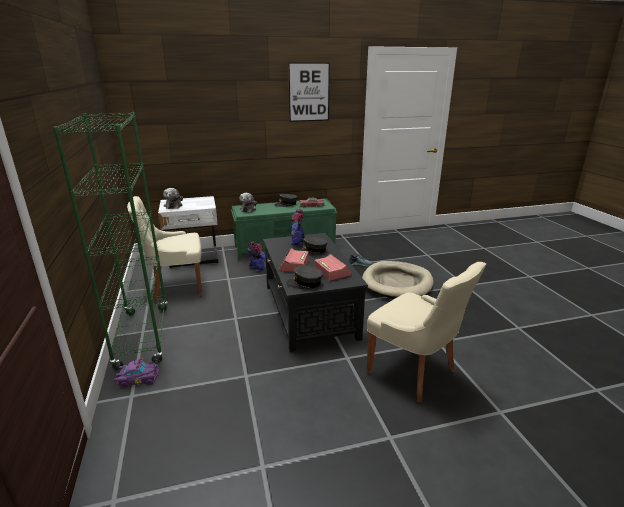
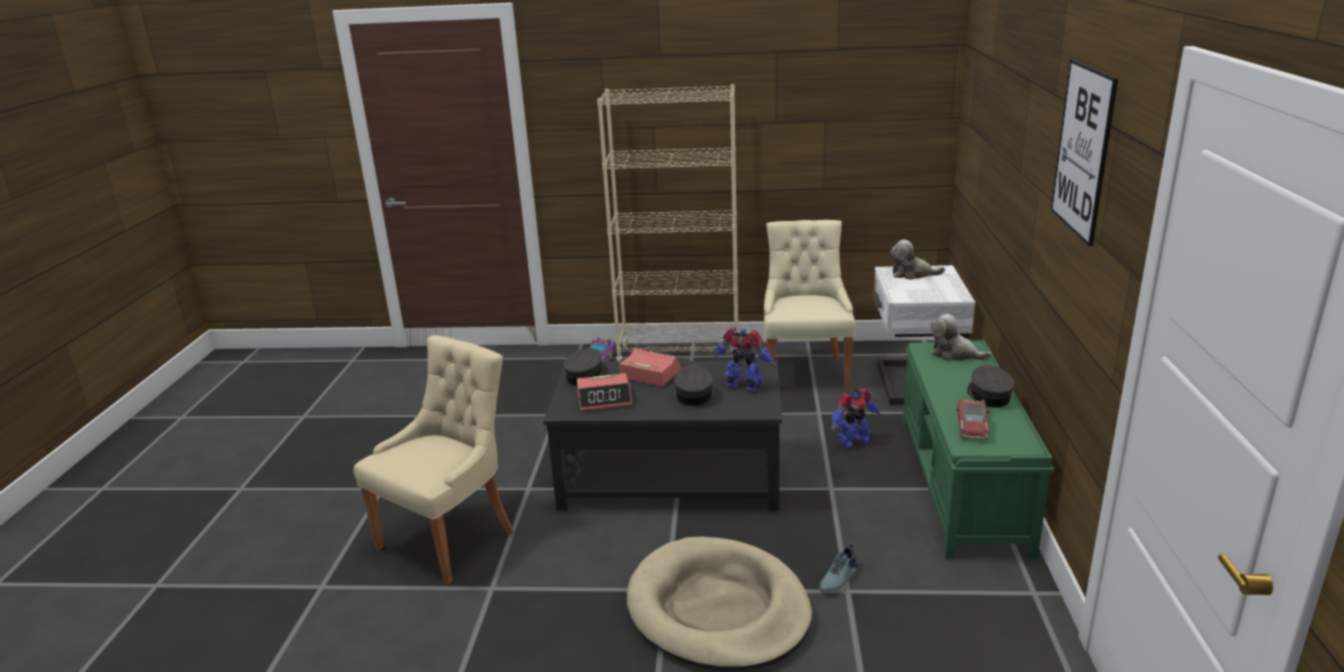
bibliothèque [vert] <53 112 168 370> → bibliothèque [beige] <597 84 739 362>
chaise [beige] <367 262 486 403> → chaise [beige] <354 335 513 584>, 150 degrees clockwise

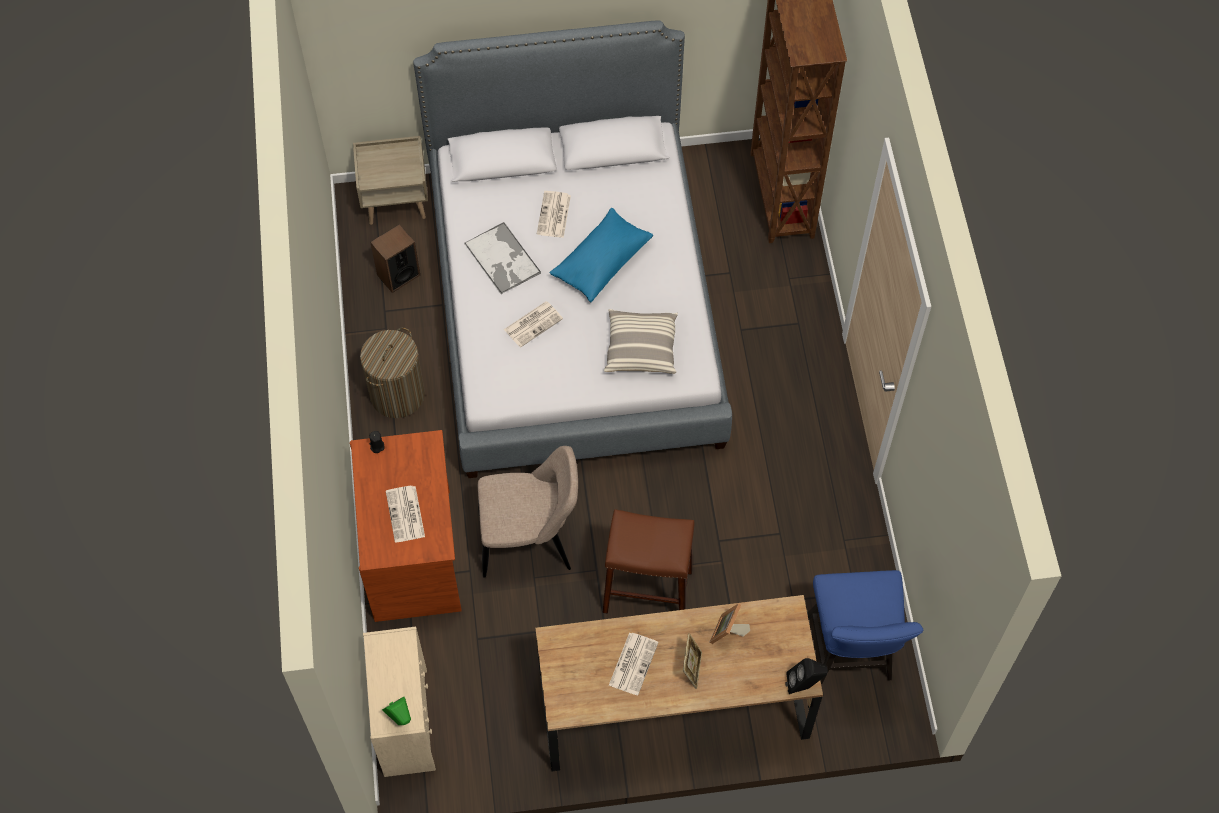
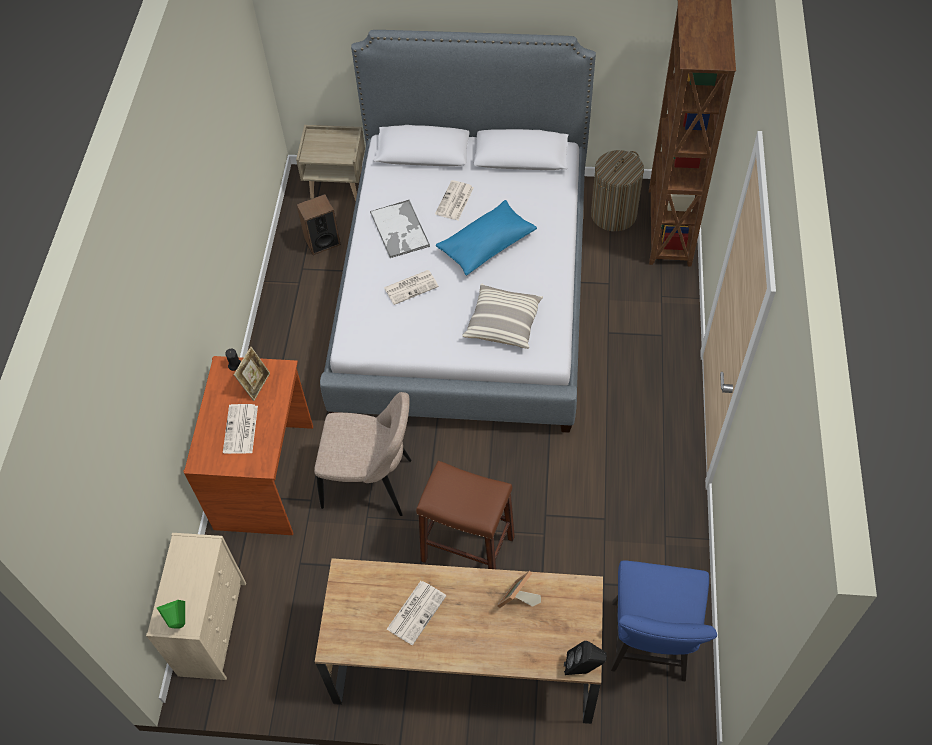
panier à linge <360 328 425 418> → panier à linge <591 150 644 231>, shifted
cadre photo <683 633 702 689> → cadre photo <234 347 270 401>, shifted

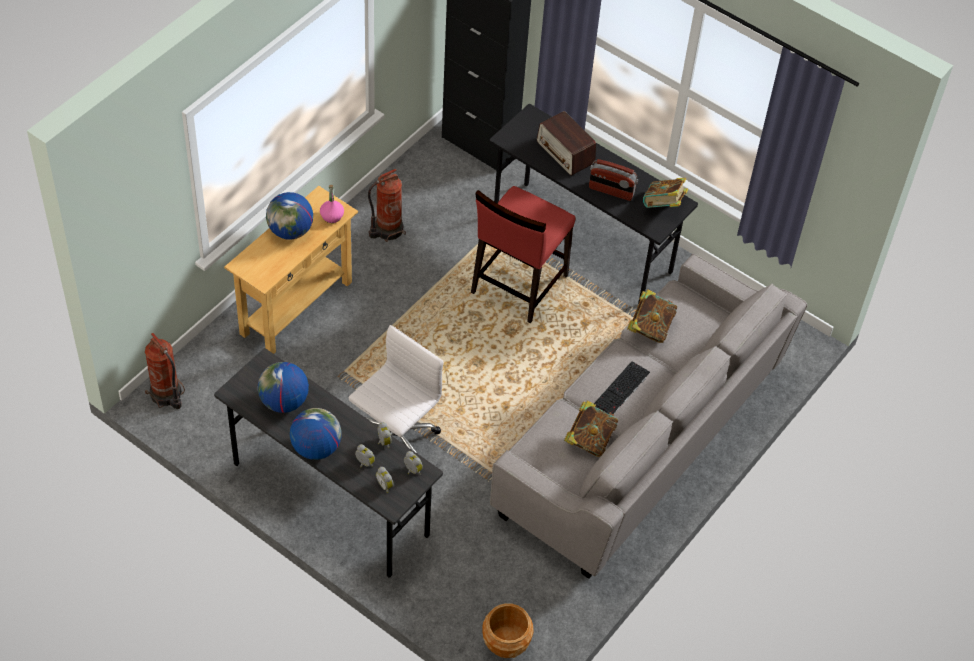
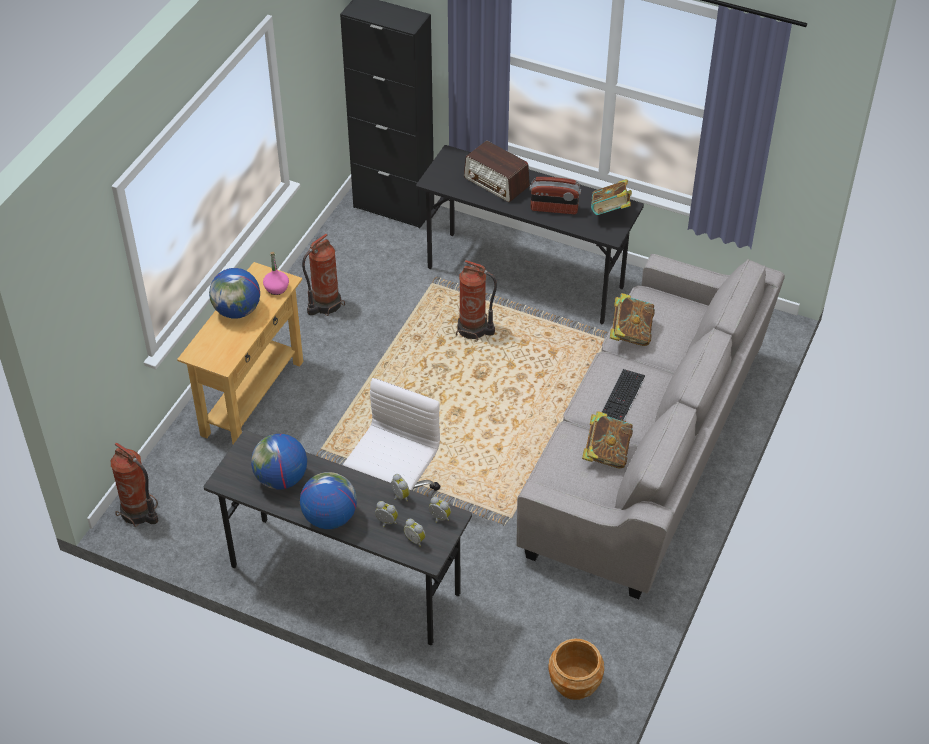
chaise [rouge] <471 186 575 323> → extincteur <456 260 497 341>

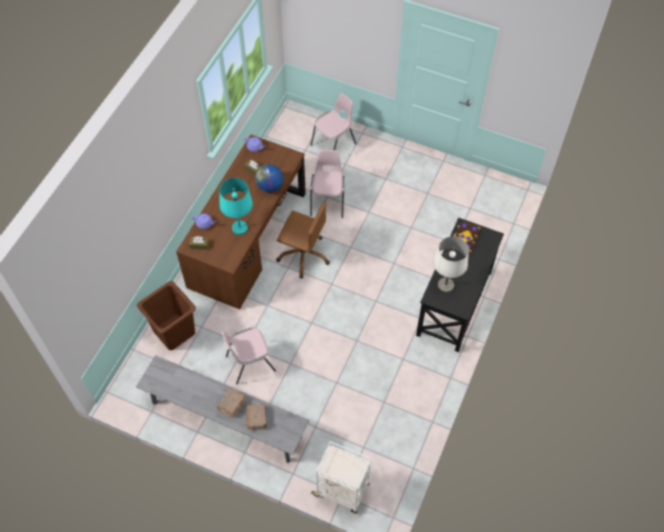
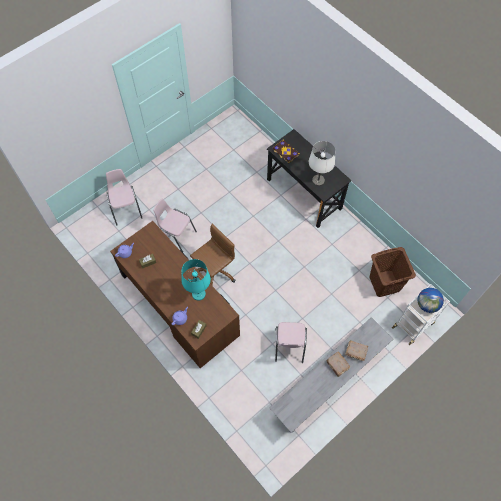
panier à linge [marron] <137 281 196 350> → panier à linge [marron] <369 247 416 297>, shifted
globe <255 164 283 193> → globe <417 288 444 313>, shifted

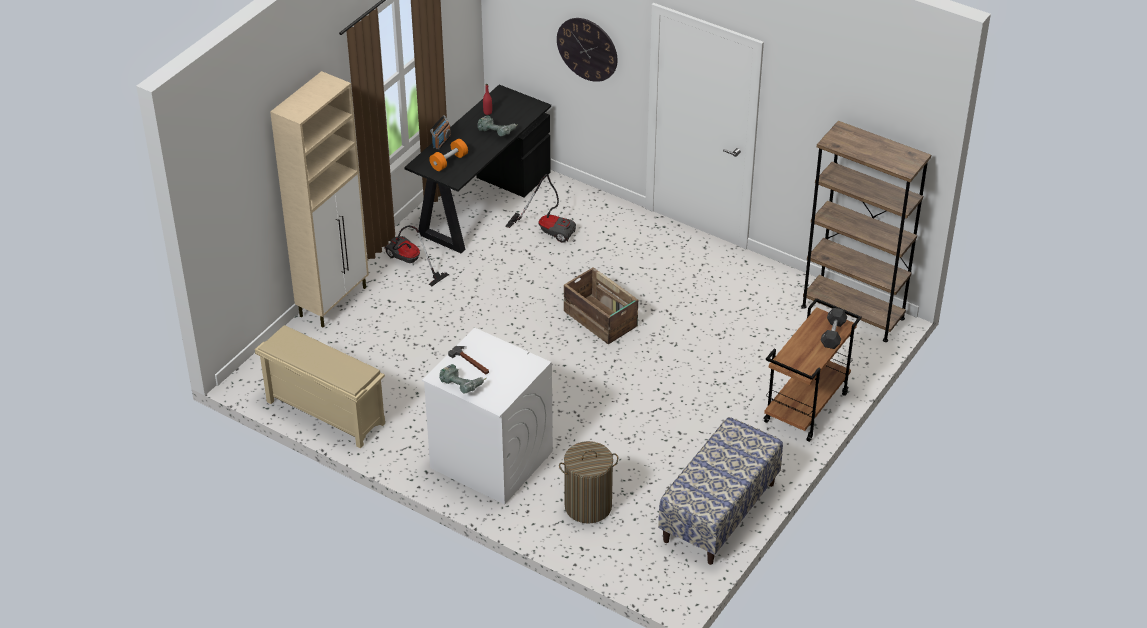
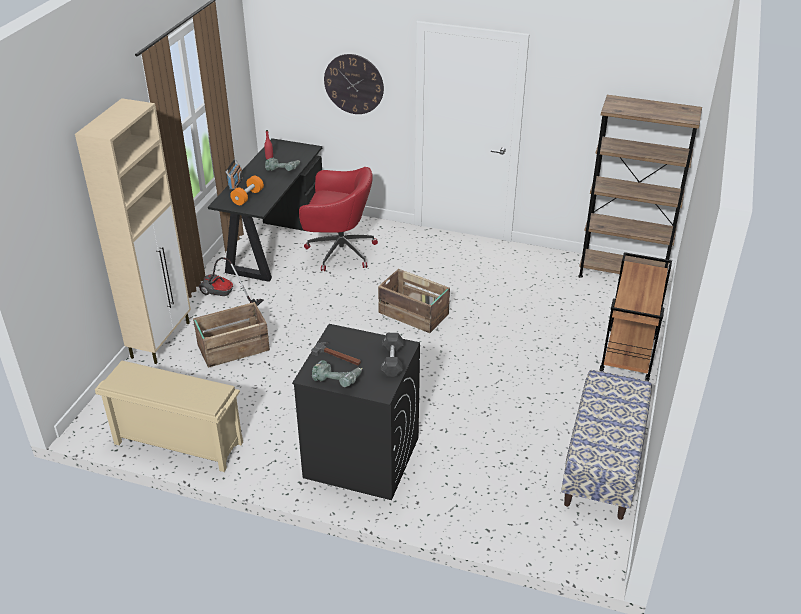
lave-linge [blanc] <422 328 553 505> → lave-linge [noir] <292 324 420 500>
aspirateur <505 174 576 243> → chaise de bureau [rouge] <299 167 378 271>
panier à linge <559 441 618 524> → -
haltère [noir] <821 308 847 349> → haltère [noir] <381 333 404 377>, shifted
- → caisse <193 302 270 368>

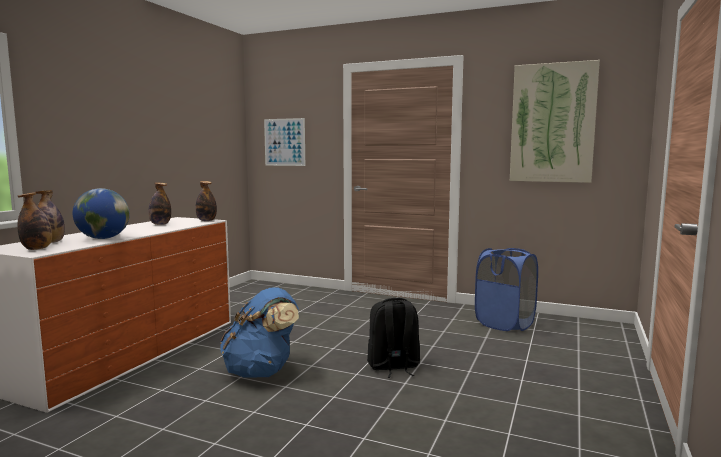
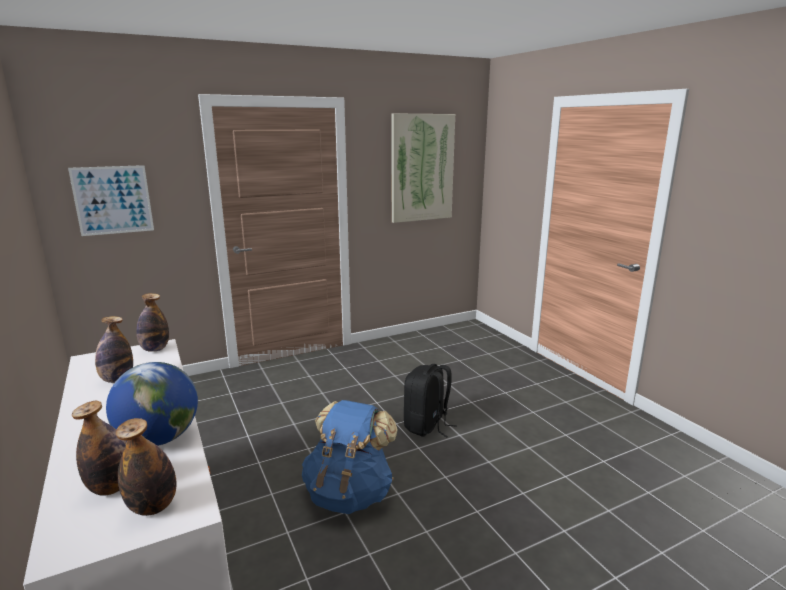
panier à linge [bleu] <475 248 538 331> → -

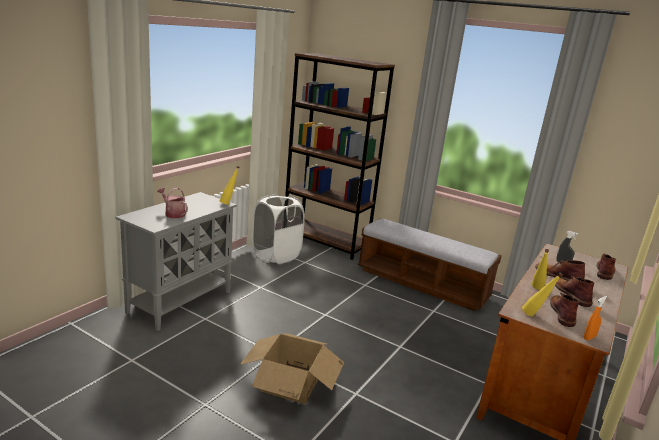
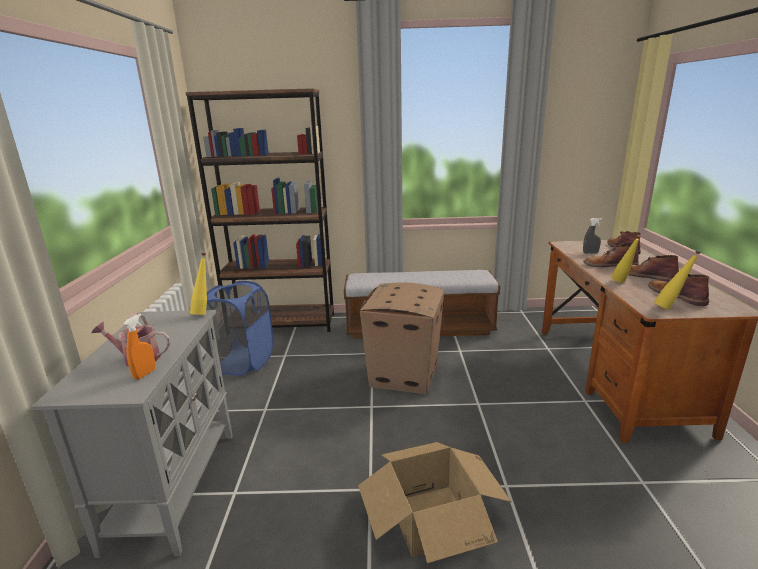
panier à linge [blanc] <252 194 305 264> → panier à linge [bleu] <206 281 273 376>
vaporisateur [orange] <584 296 607 340> → vaporisateur [orange] <124 314 156 380>, shifted
- → carton <360 282 444 394>

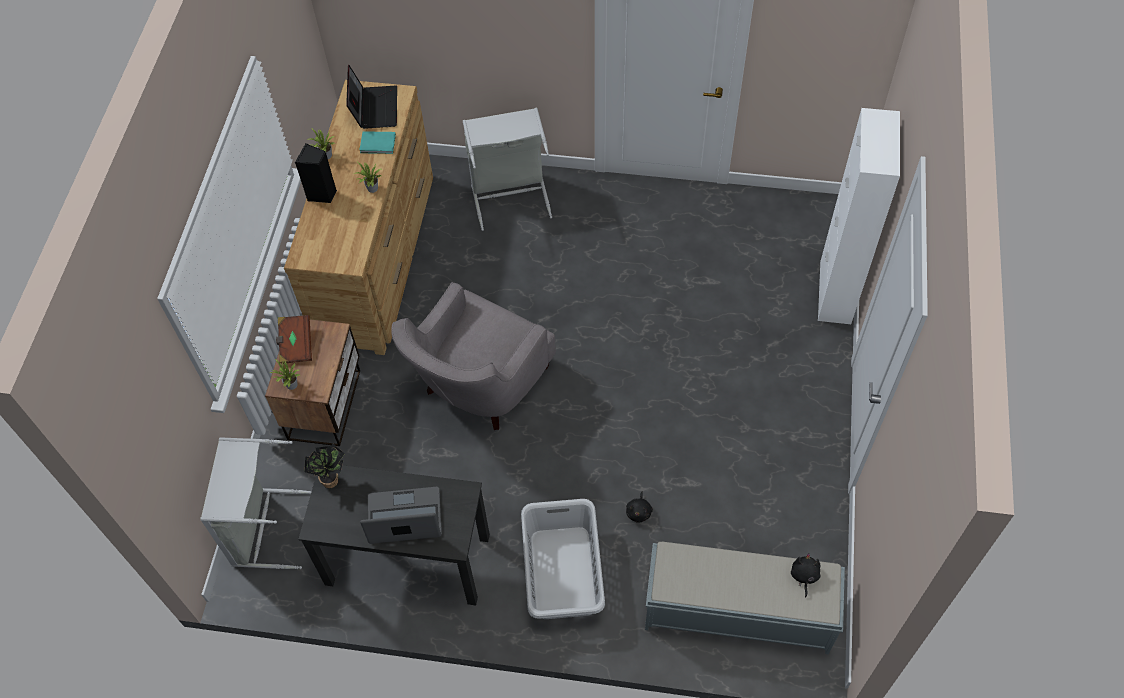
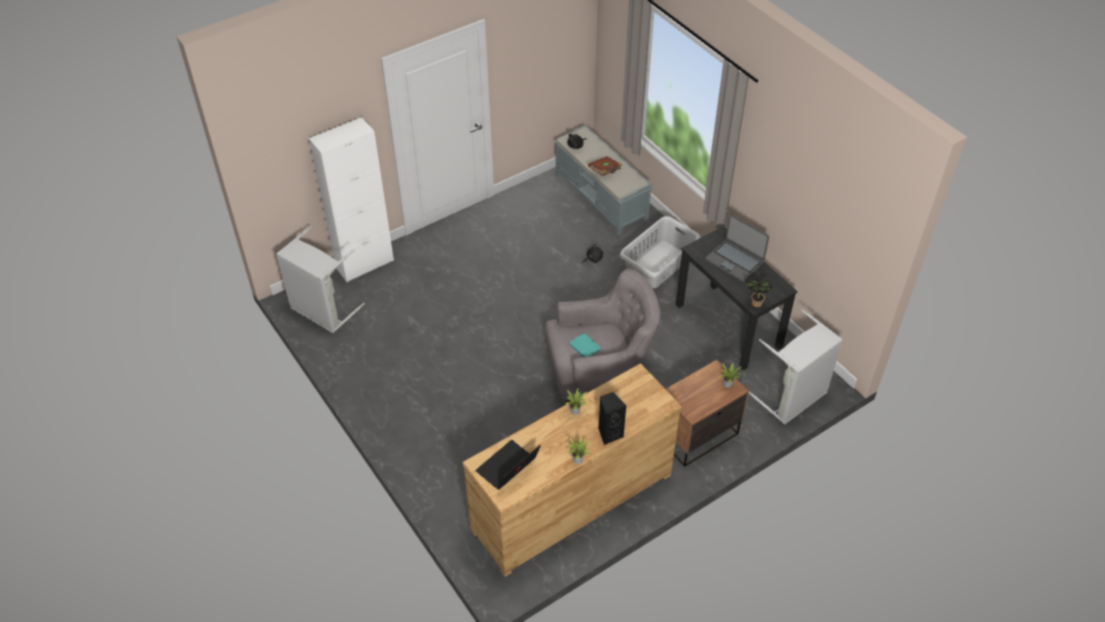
livre [marron] <276 315 312 364> → livre [marron] <588 156 622 176>, shifted
livre [turquoise] <359 131 396 154> → livre [turquoise] <569 333 601 357>, shifted
panier à linge [gris] <463 108 552 231> → panier à linge [gris] <276 226 365 333>, shifted

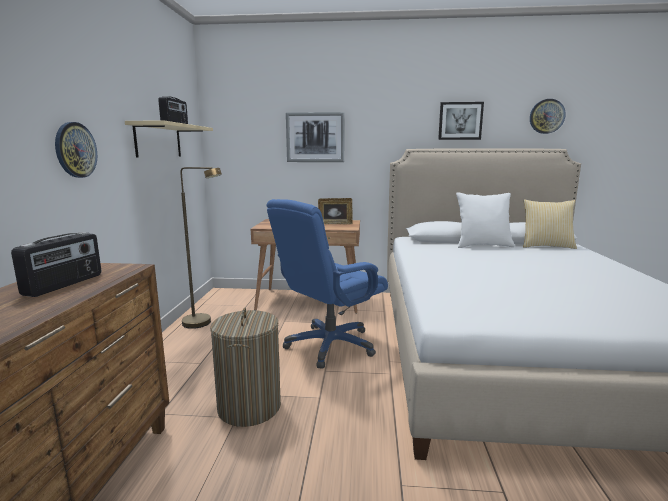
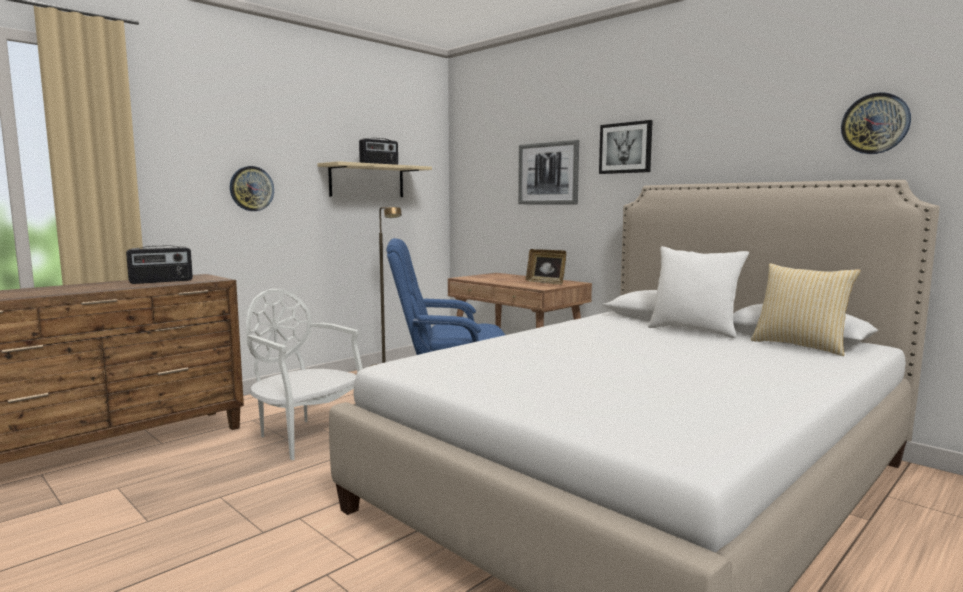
panier à linge <210 308 281 427> → chaise [blanc] <246 289 363 460>
tableau <438 102 484 140> → tableau <599 120 653 174>, shifted

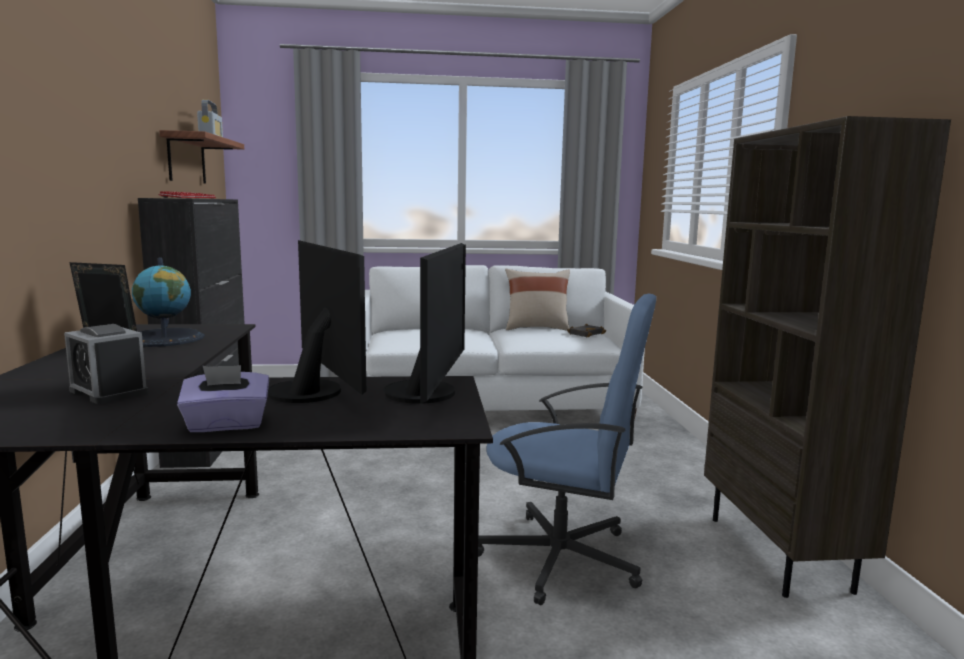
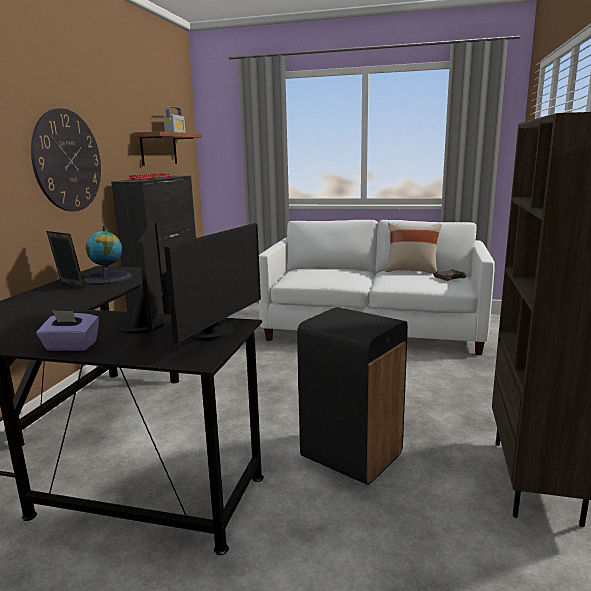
réveil <64 324 148 404> → -
chaise de bureau [bleu] <478 294 656 605> → poubelle [noir] <297 307 408 485>
- → horloge murale <31 108 101 211>

